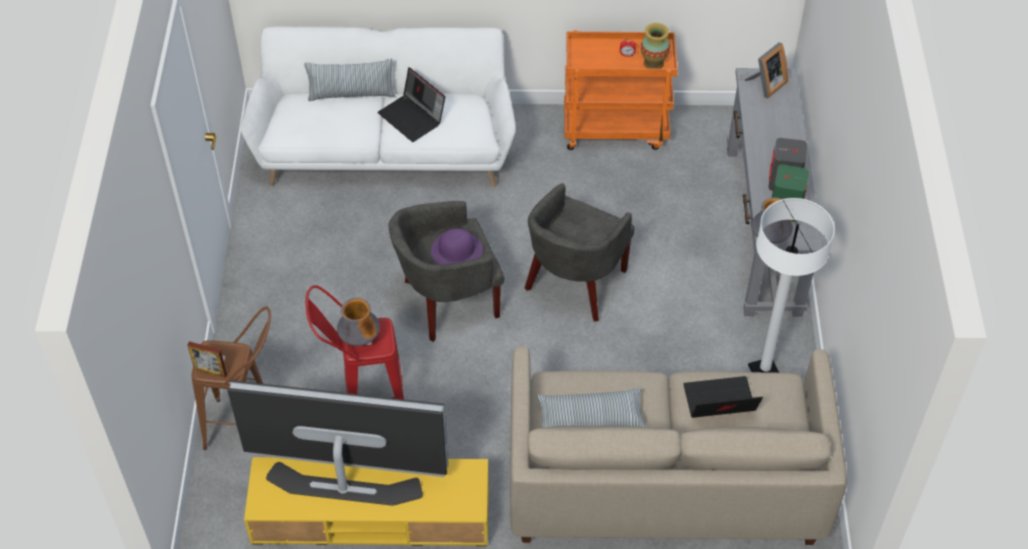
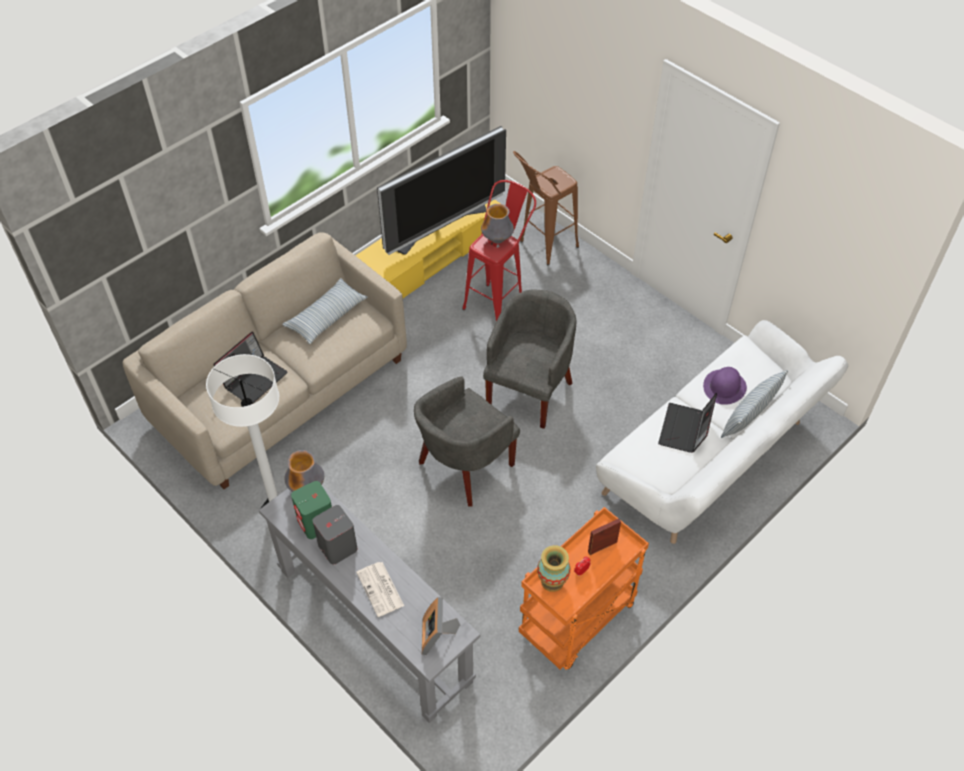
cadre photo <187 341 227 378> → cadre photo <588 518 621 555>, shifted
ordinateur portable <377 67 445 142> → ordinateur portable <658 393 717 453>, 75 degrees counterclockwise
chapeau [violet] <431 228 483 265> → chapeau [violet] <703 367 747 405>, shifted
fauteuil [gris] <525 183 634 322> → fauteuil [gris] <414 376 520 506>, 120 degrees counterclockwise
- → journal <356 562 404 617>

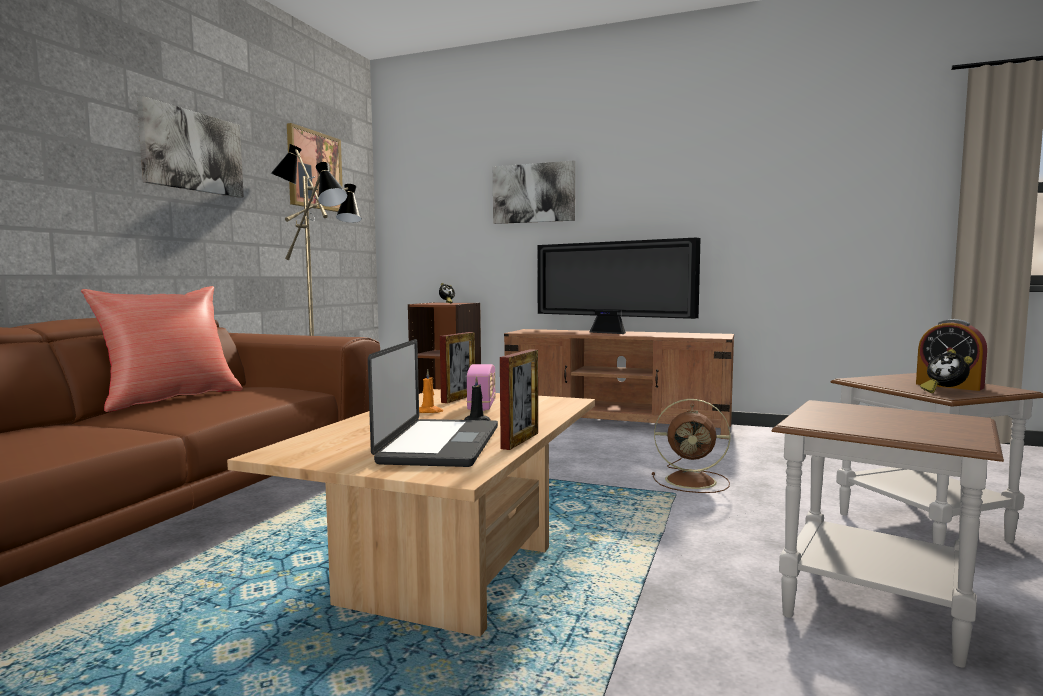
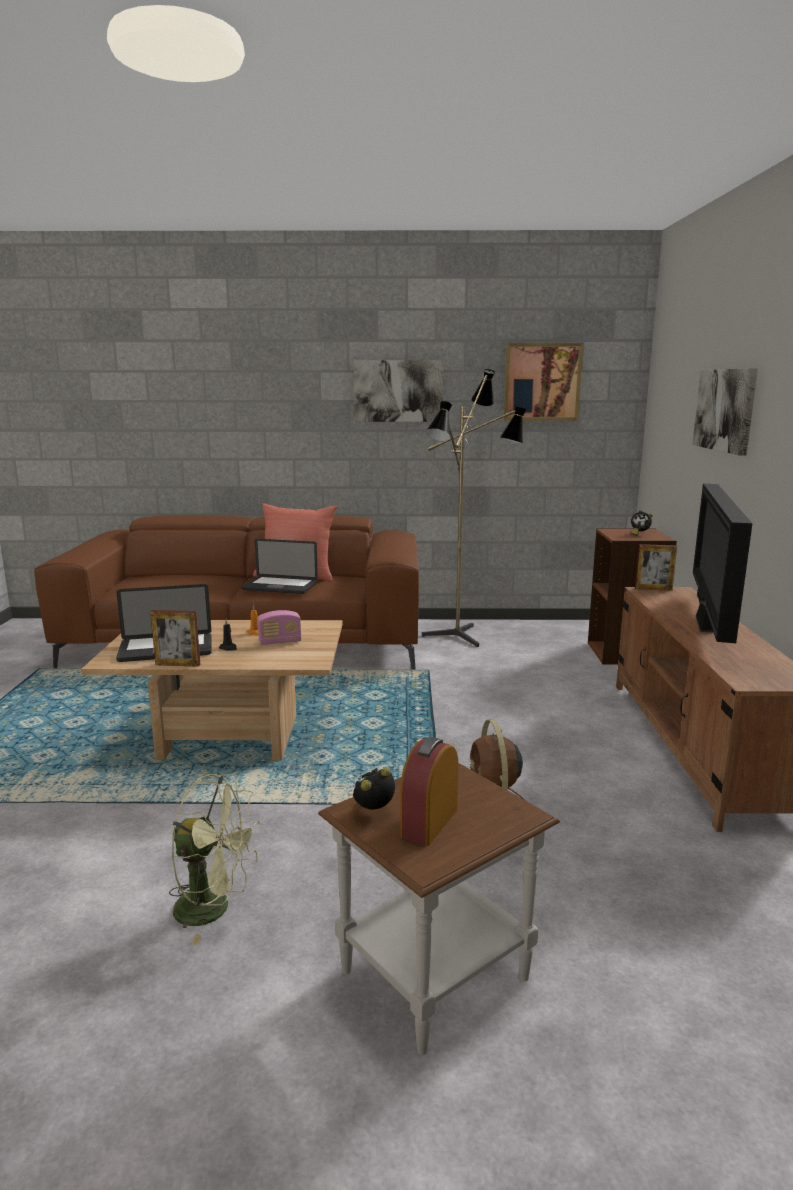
cadre photo <440 332 475 403> → cadre photo <635 544 677 591>, shifted
table d'appoint [marron] <772 400 1004 668> → ventilateur [vert] <169 774 260 945>
- → ordinateur portable <241 539 318 594>

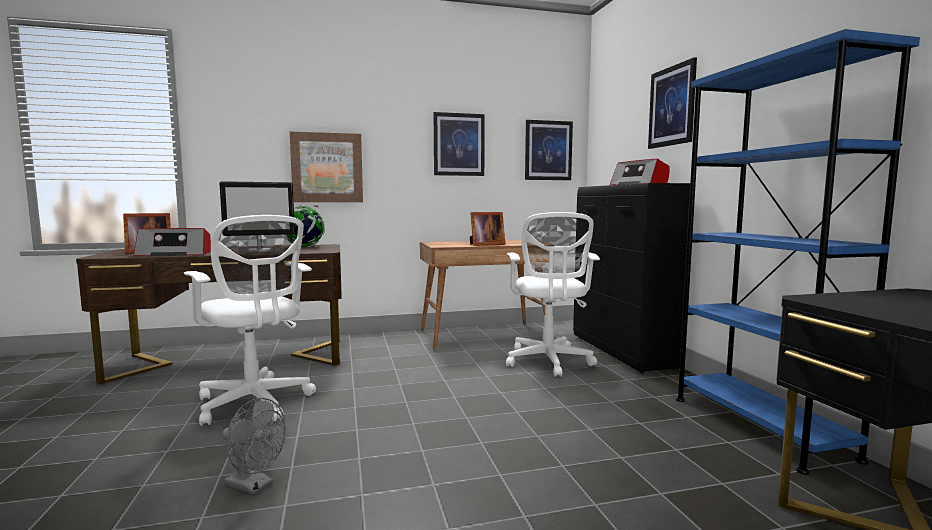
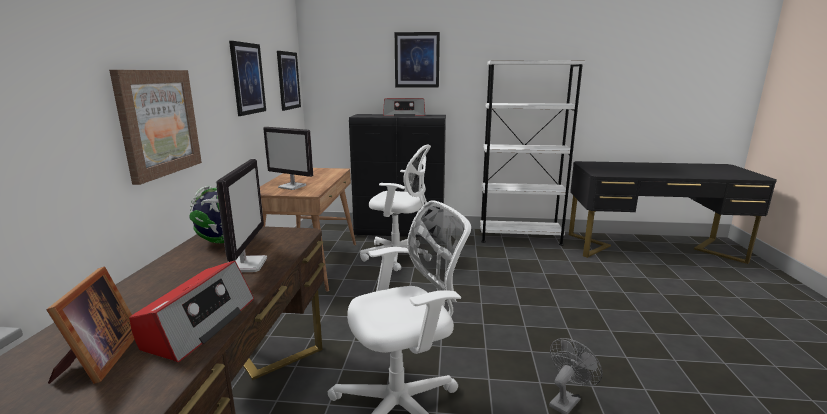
cadre photo <470 212 505 246> → -
bibliothèque [bleu] <676 29 920 475> → bibliothèque [blanc] <480 60 585 246>
- → écran d'ordinateur <263 127 313 190>

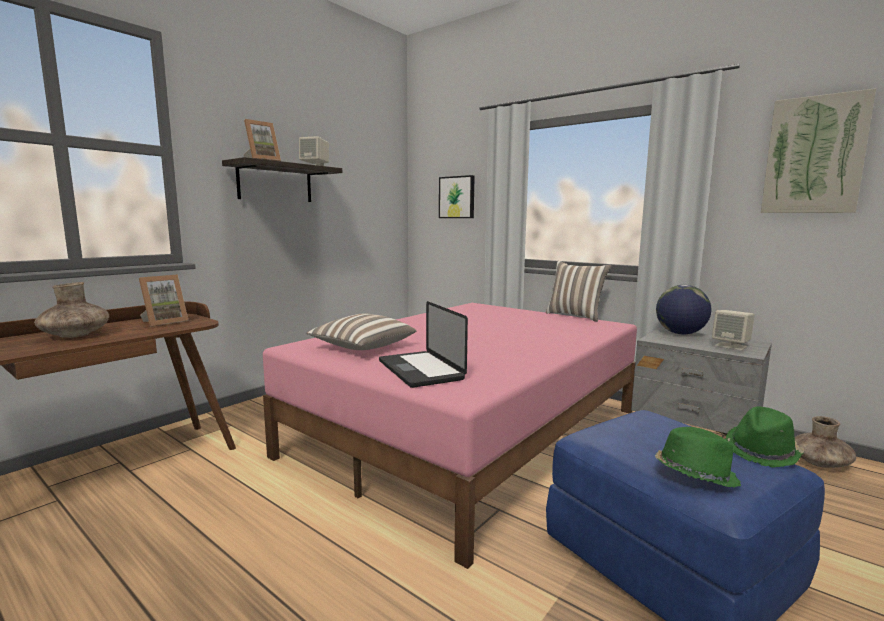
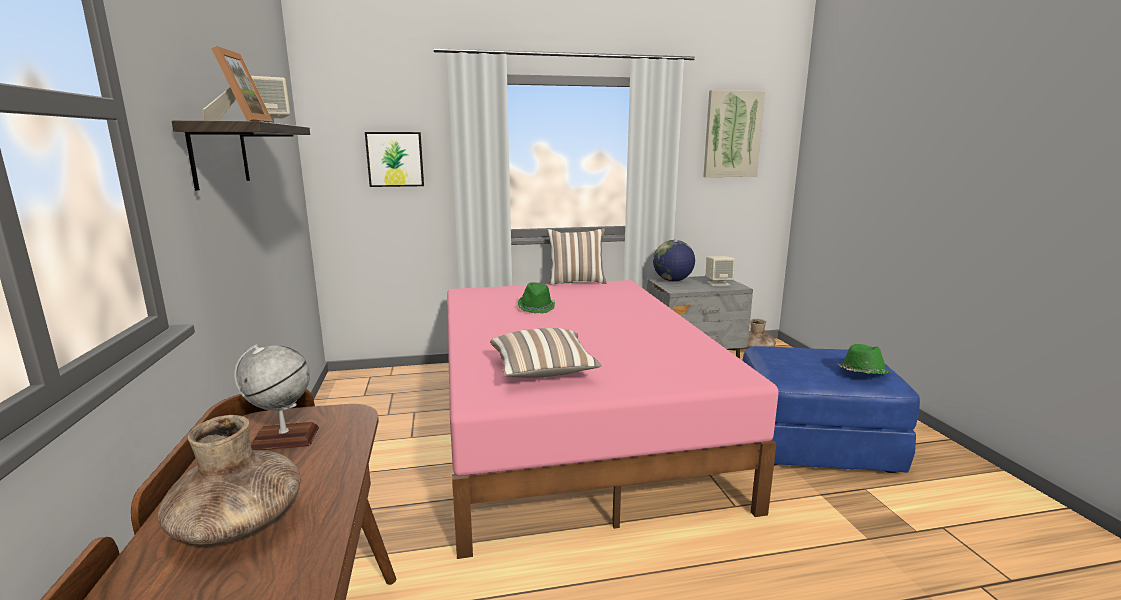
cadre photo <139 274 189 327> → globe <234 344 319 450>
ordinateur portable <379 301 468 388> → -
chapeau [vert] <725 406 804 468> → chapeau [vert] <518 282 555 313>, shifted

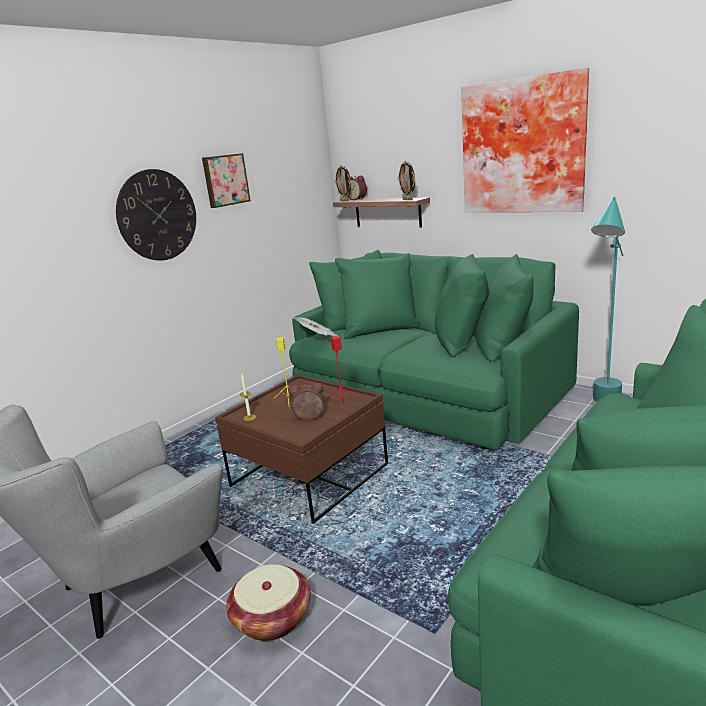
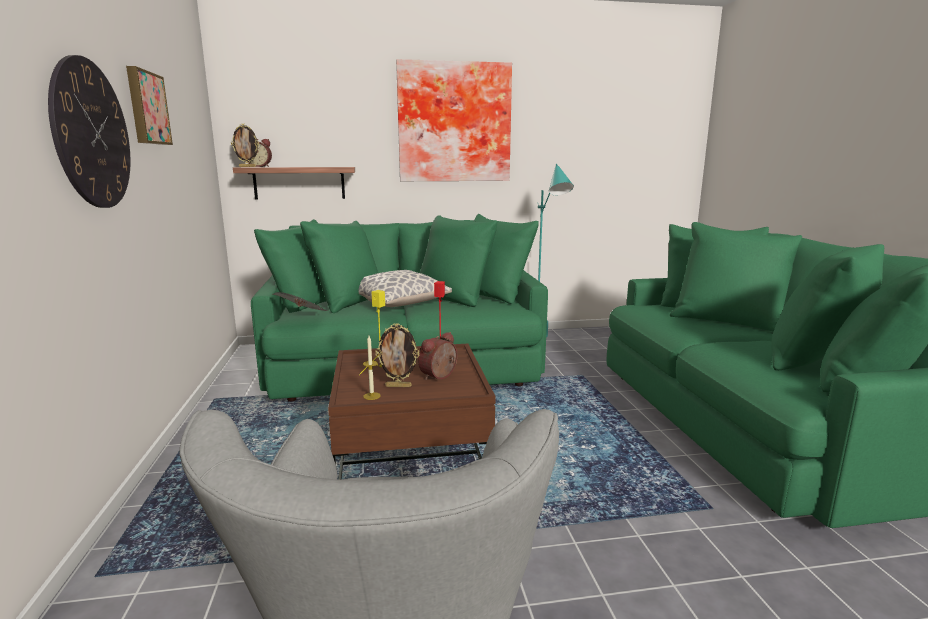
panier <226 564 311 641> → -
cadre photo <397 160 415 200> → cadre photo <375 323 420 387>, shifted
- → coussin <359 270 452 307>

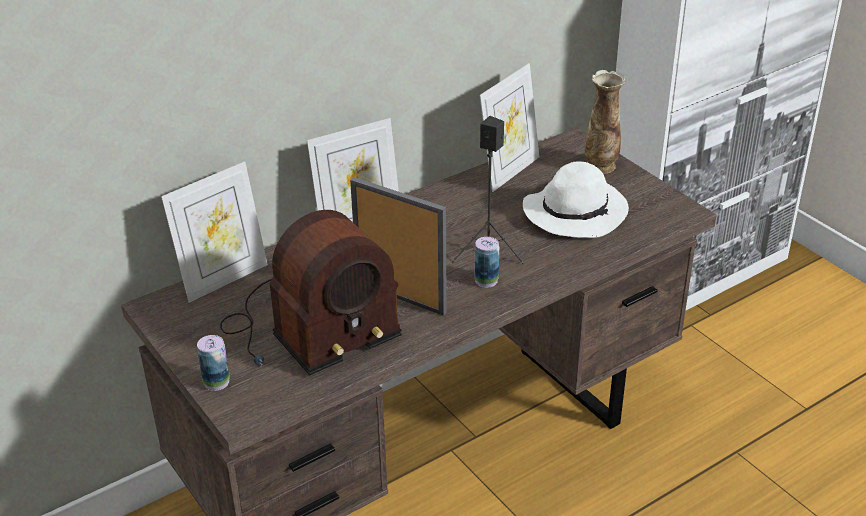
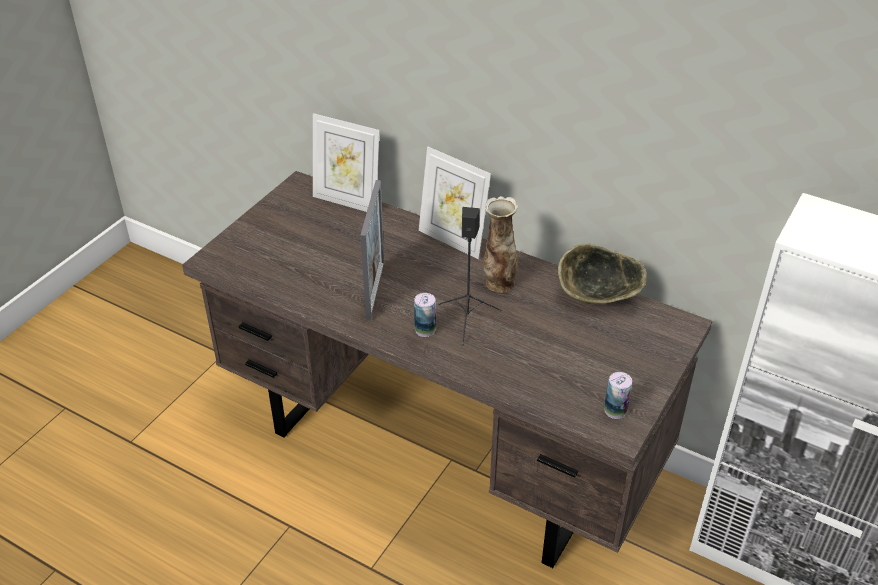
boîte métallique <197 335 230 391> → boîte métallique <604 372 632 419>, shifted
radio <220 210 402 375> → -
cadre photo <480 63 539 192> → bol <558 243 647 304>
chapeau [blanc] <523 162 629 238> → -
vase <585 70 625 174> → vase <484 196 518 293>, shifted

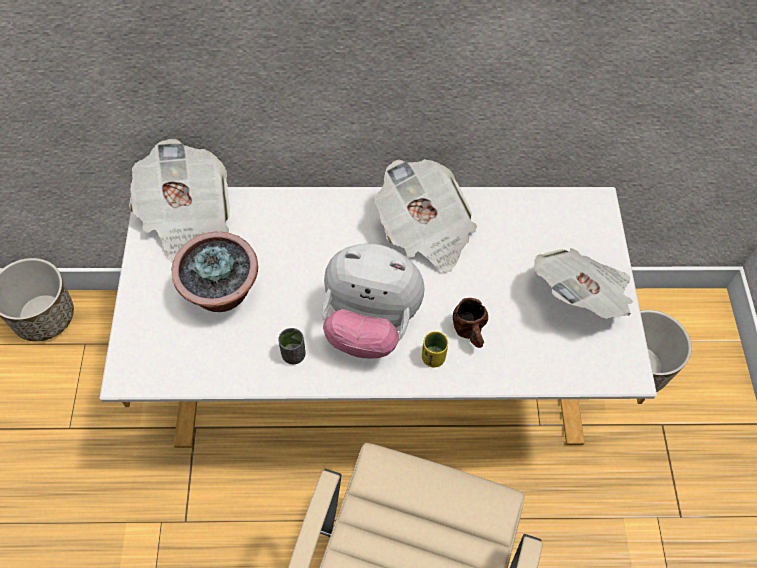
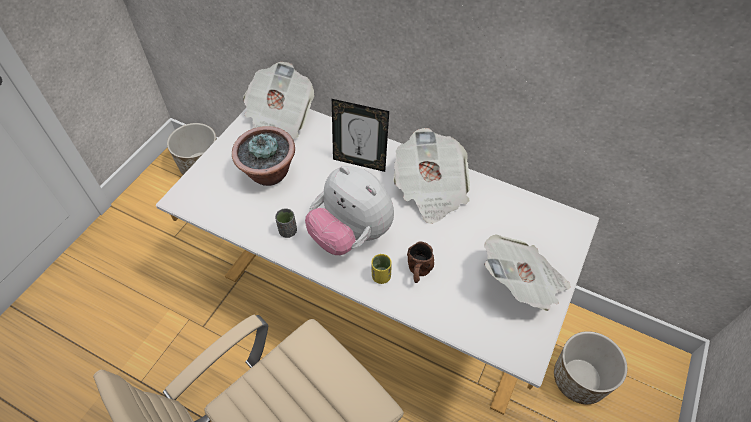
- → cadre photo <332 99 389 172>

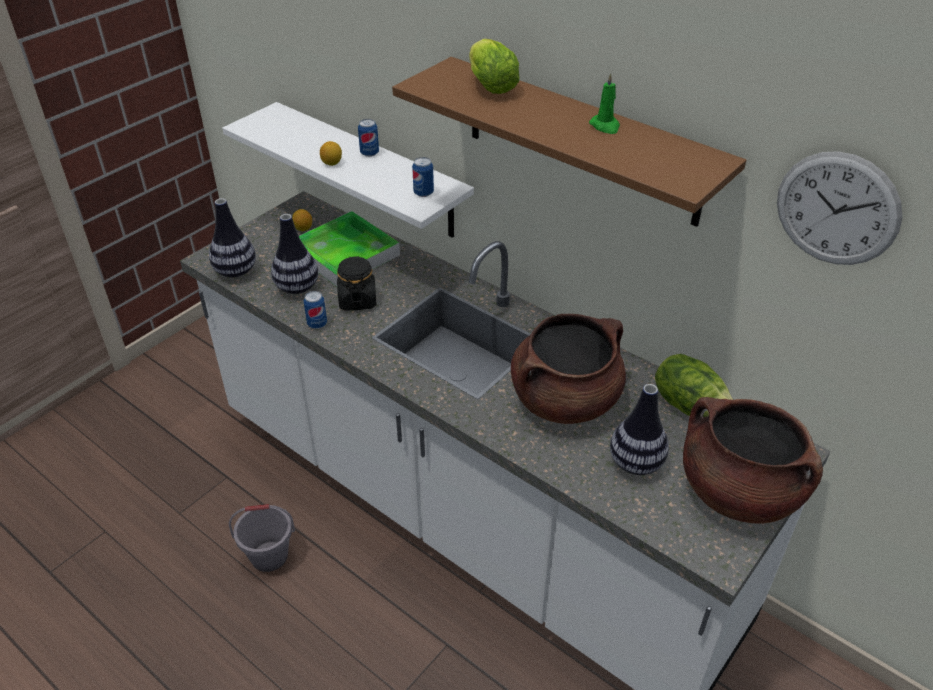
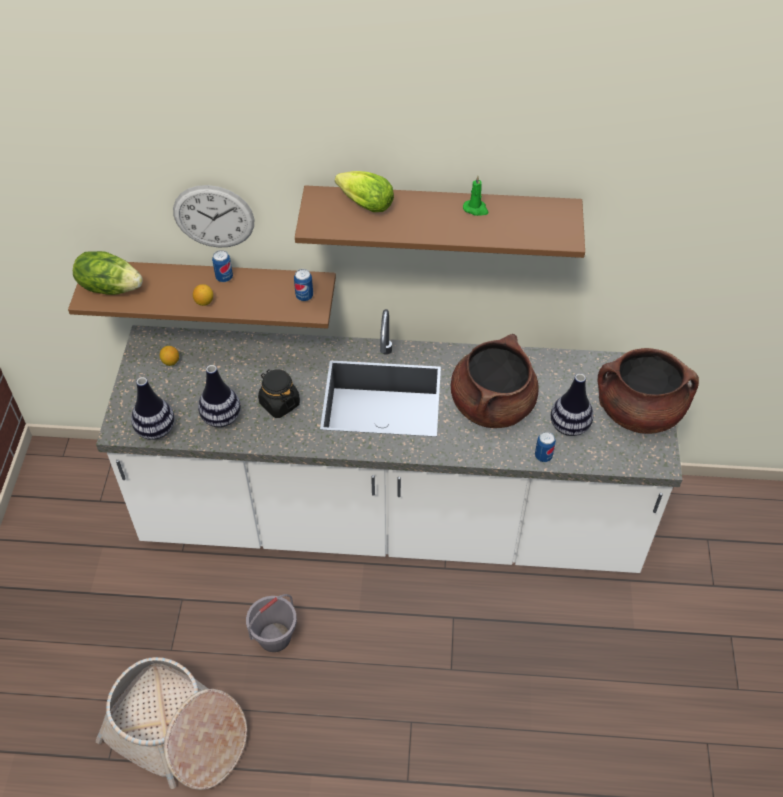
étagère [blanc] <222 102 474 238> → étagère [marron] <68 262 336 329>
plateau <299 211 400 286> → -
boîte métallique <304 291 327 329> → boîte métallique <535 432 556 462>, shifted
laitue <655 354 733 417> → laitue <73 251 143 295>, shifted
horloge murale <777 151 903 265> → horloge murale <173 185 254 247>, shifted
- → panier <96 657 247 790>

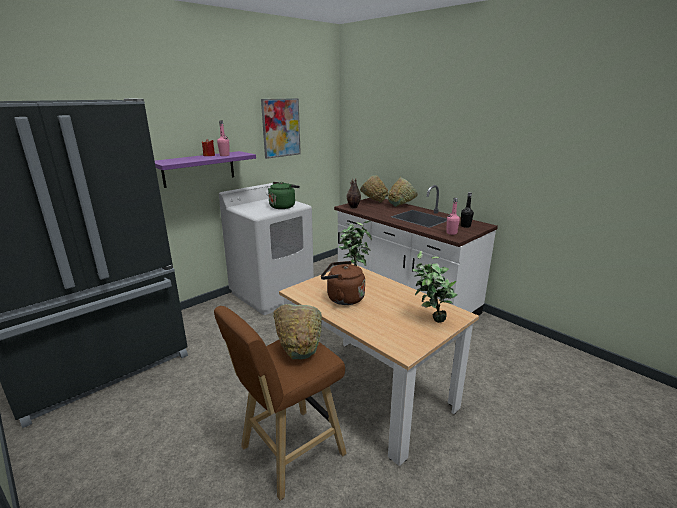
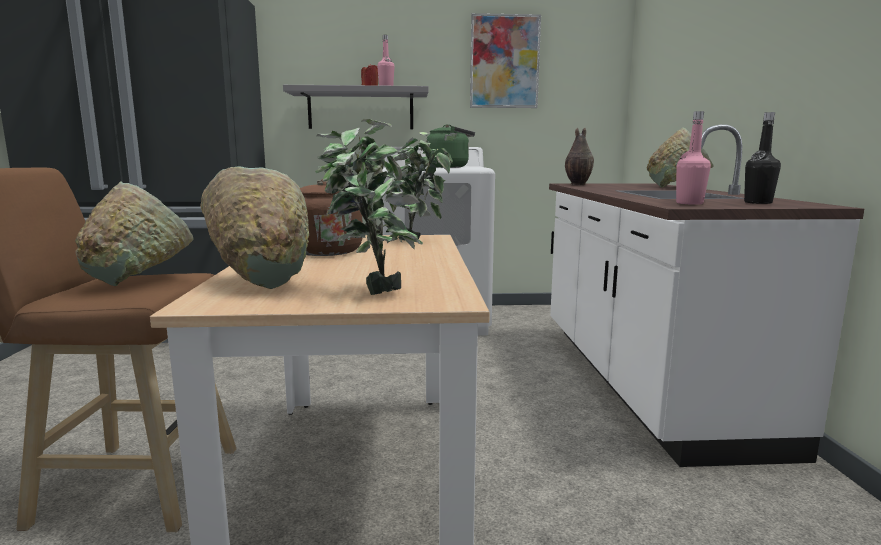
étagère [violet] <155 151 256 188> → étagère [gris] <283 85 428 129>
bol [vert] <360 175 388 203> → bol [vert] <200 166 309 289>, shifted

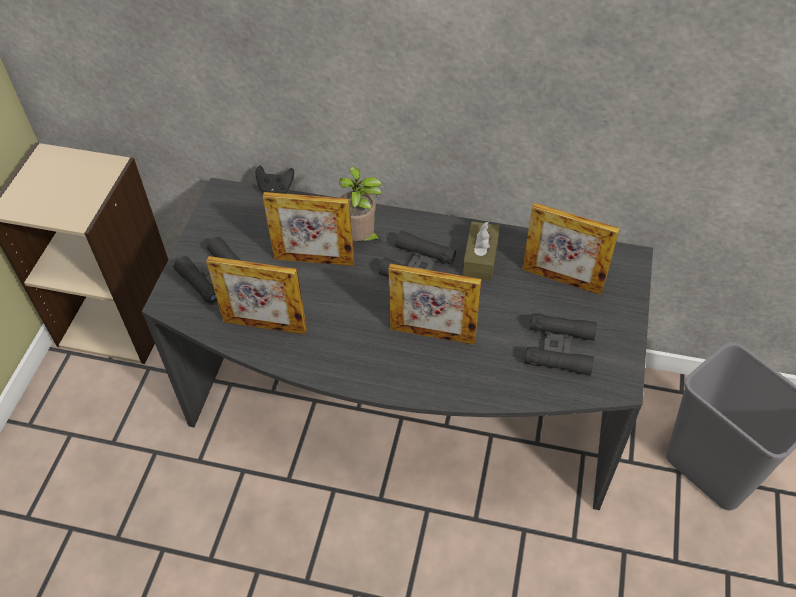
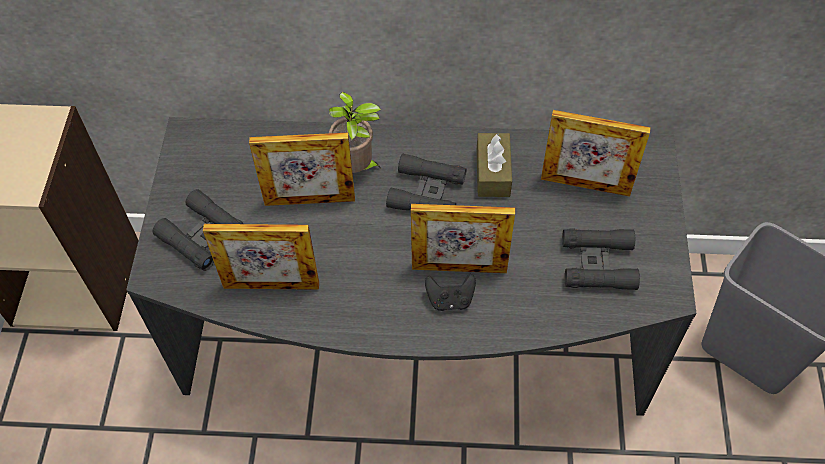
manette [noir] <256 166 294 194> → manette [noir] <425 274 476 311>, shifted

